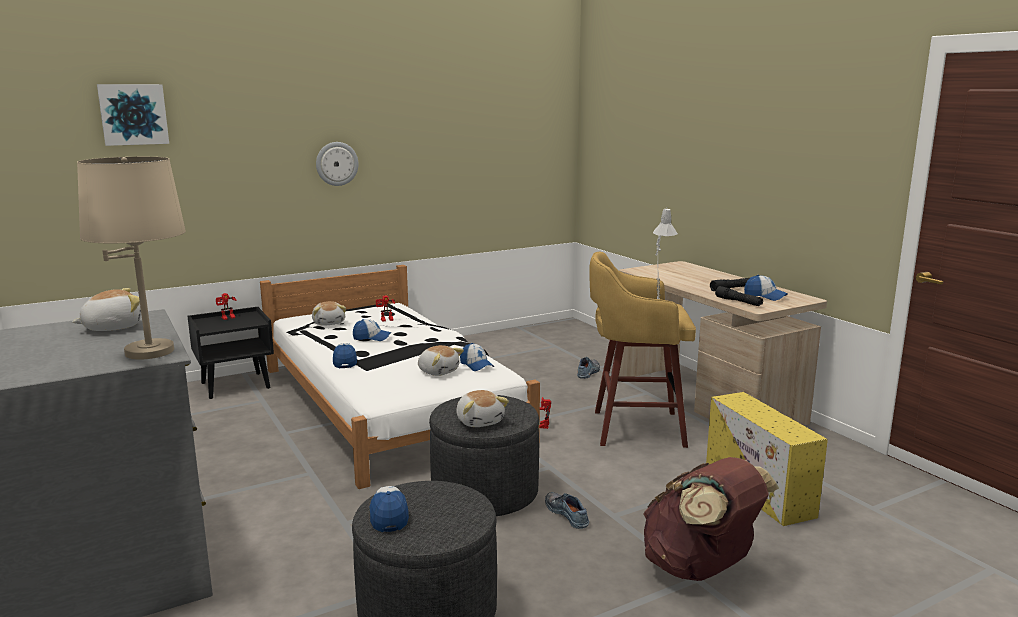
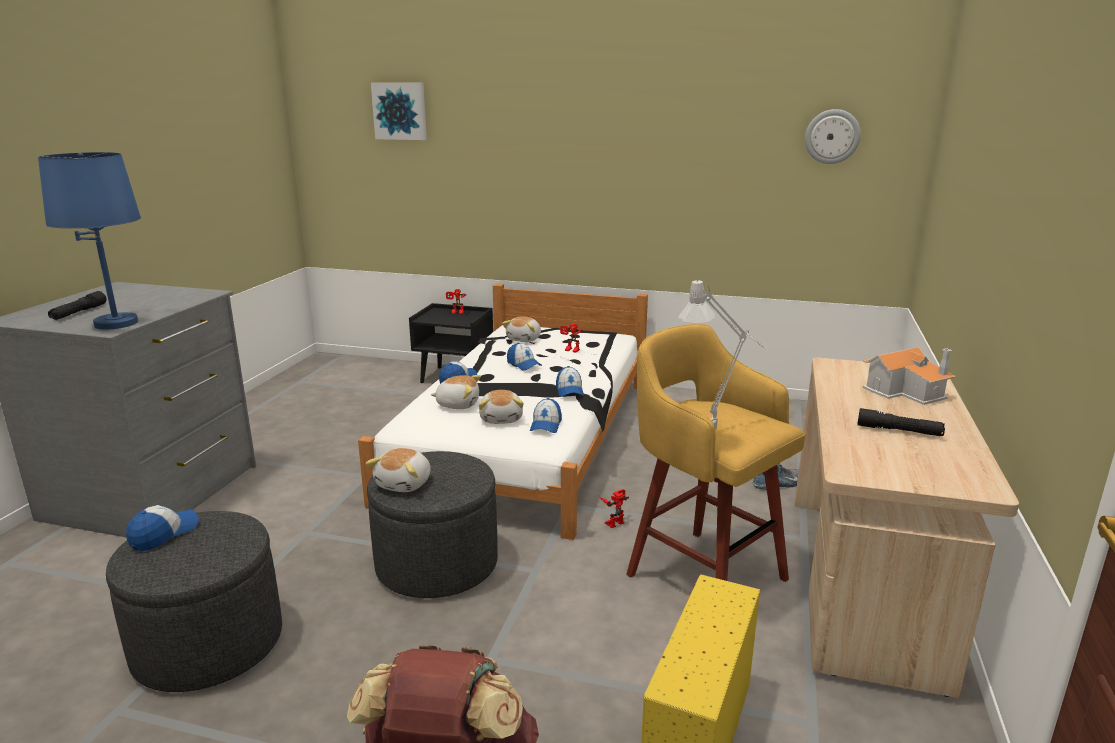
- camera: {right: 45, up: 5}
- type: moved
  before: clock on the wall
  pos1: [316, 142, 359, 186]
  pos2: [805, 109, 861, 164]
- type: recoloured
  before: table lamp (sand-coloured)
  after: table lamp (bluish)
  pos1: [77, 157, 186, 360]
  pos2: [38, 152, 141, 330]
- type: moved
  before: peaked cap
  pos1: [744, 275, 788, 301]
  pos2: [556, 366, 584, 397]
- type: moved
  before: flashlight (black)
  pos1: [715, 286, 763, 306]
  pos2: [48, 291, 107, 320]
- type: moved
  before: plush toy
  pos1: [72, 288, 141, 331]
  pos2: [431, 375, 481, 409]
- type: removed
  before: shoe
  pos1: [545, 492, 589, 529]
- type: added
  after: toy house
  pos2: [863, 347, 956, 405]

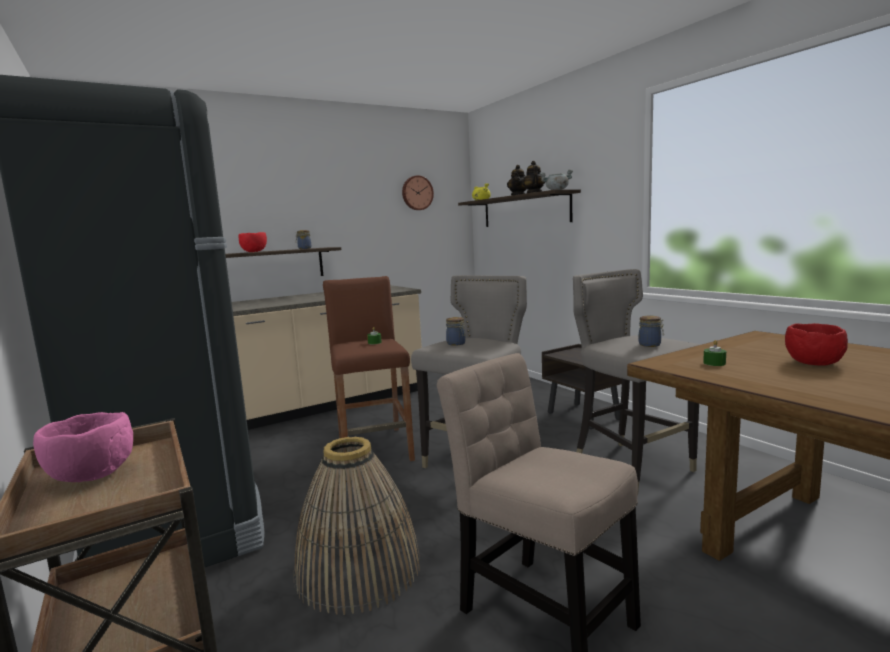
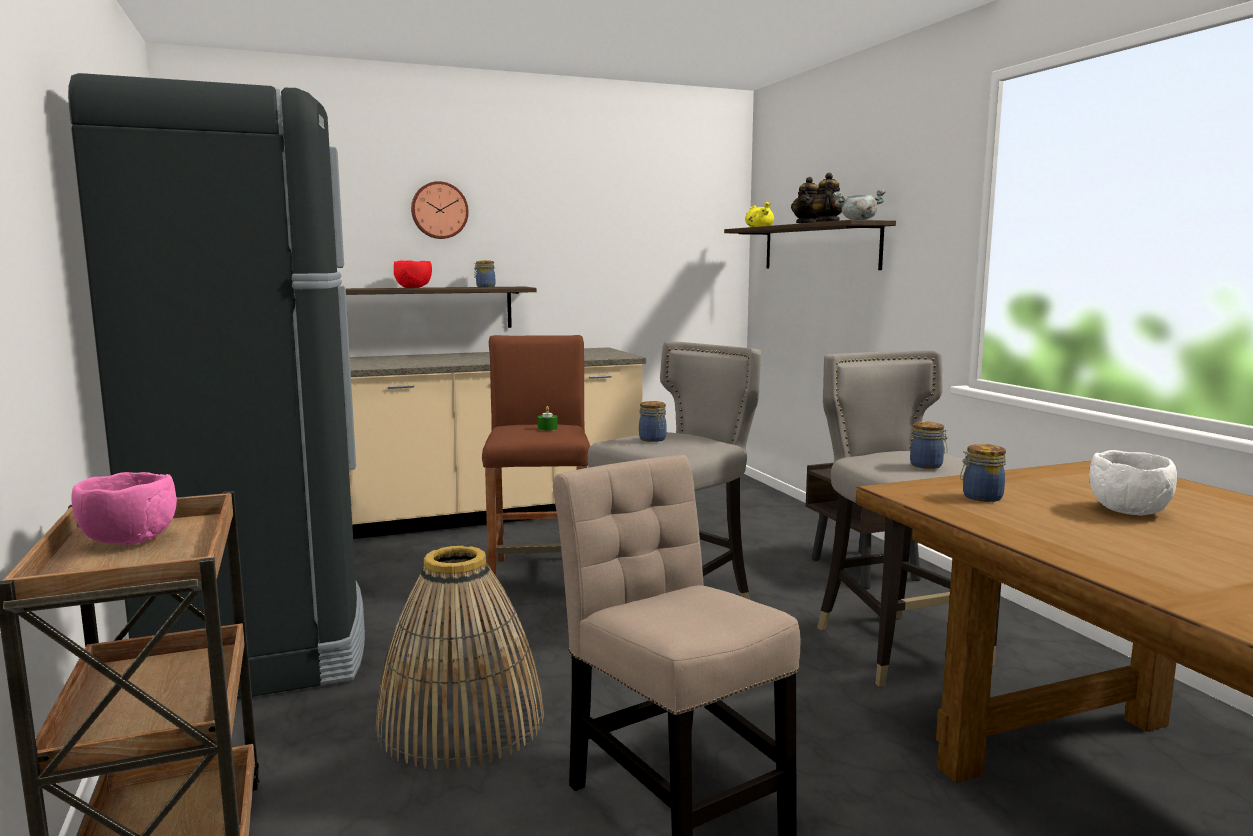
- camera: {right: 10, up: 0}
- type: moved
  before: clock on the wall
  pos1: [402, 175, 434, 210]
  pos2: [411, 181, 469, 239]
- type: recoloured
  before: deep dish (red)
  after: deep dish (white-coloured)
  pos1: [785, 323, 848, 366]
  pos2: [1089, 450, 1177, 516]
- type: replaced
  before: candle (green-coloured)
  after: preserve jar
  pos1: [703, 340, 726, 366]
  pos2: [960, 444, 1006, 502]

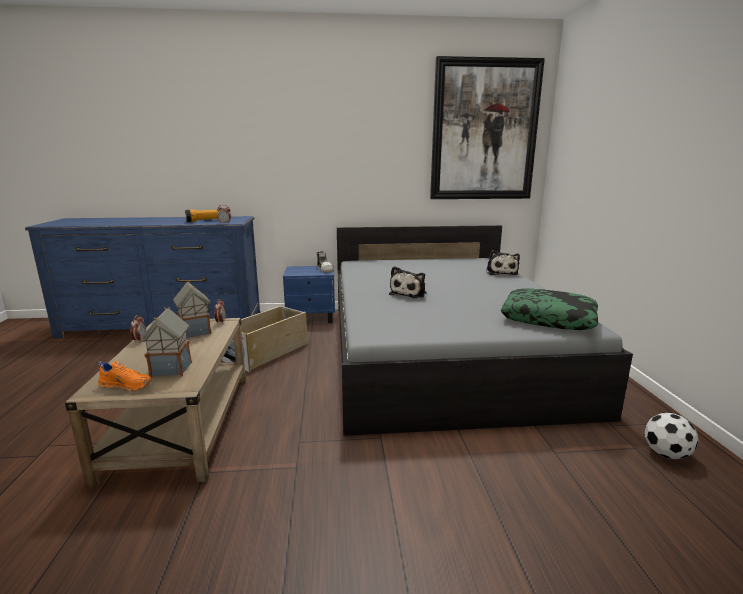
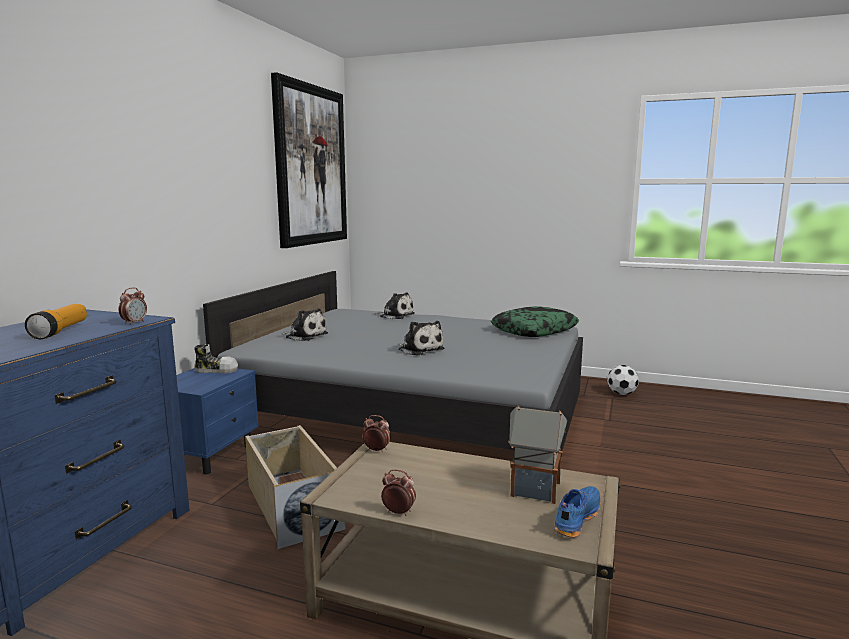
- camera: {right: -65, up: -5}
- type: removed
  before: toy house
  pos1: [173, 281, 211, 338]
- type: recoloured
  before: shoe (orange)
  after: shoe (bluish)
  pos1: [97, 361, 152, 391]
  pos2: [554, 486, 601, 538]
- type: added
  after: plush toy
  pos2: [282, 309, 328, 341]

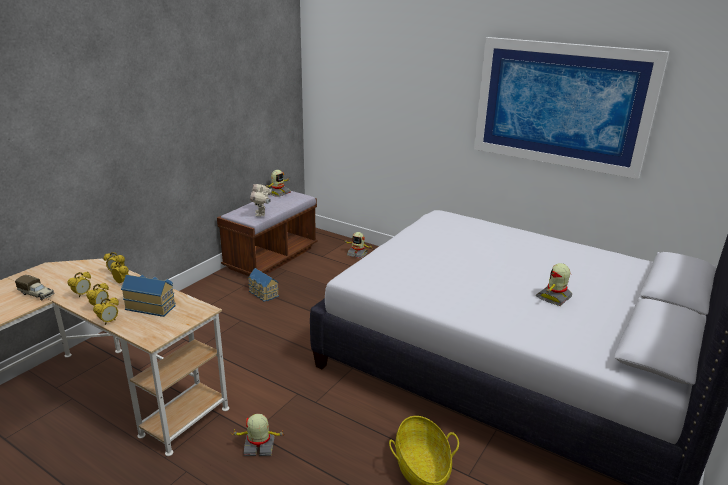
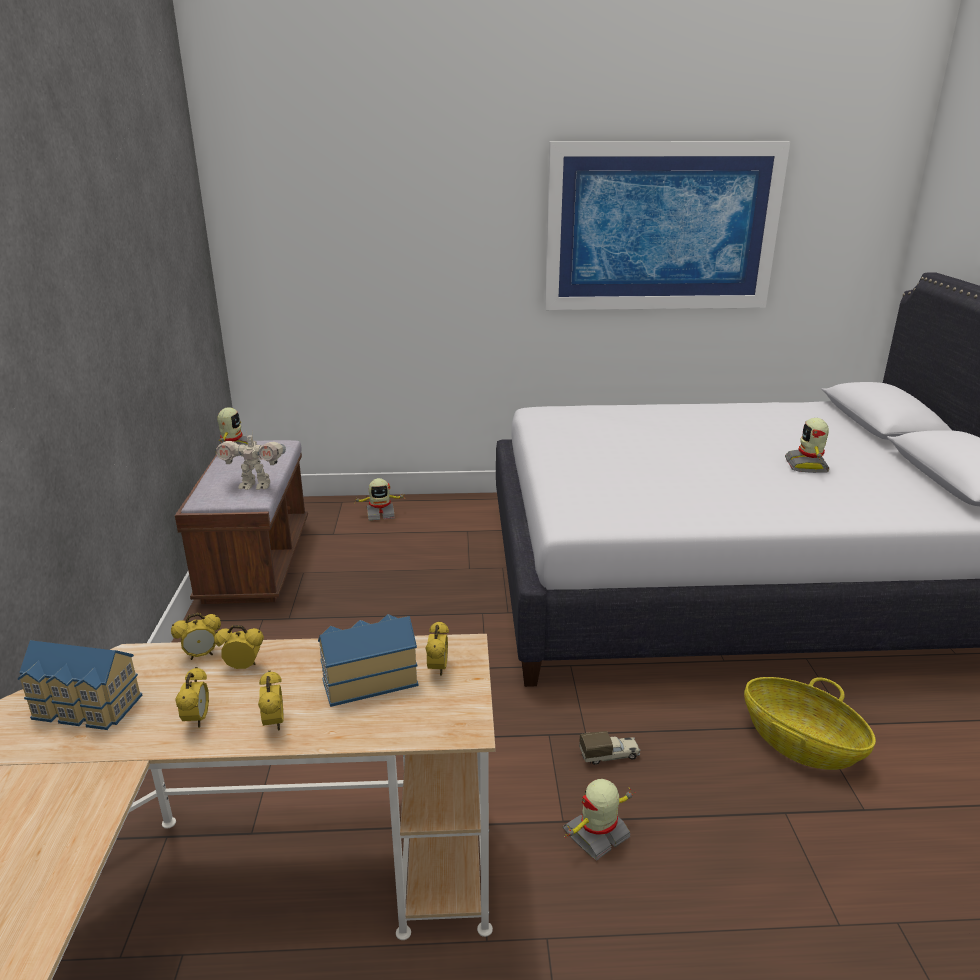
- camera: {right: -35, up: 0}
- type: turned
  before: model robot
  pos1: [250, 184, 272, 217]
  pos2: [216, 430, 286, 490]
  turn: -45
- type: moved
  before: toy house
  pos1: [248, 268, 279, 302]
  pos2: [18, 640, 142, 730]
- type: moved
  before: model truck
  pos1: [15, 275, 54, 301]
  pos2: [579, 731, 640, 765]
- type: moved
  before: bedside clock
  pos1: [93, 298, 119, 325]
  pos2: [426, 621, 449, 676]

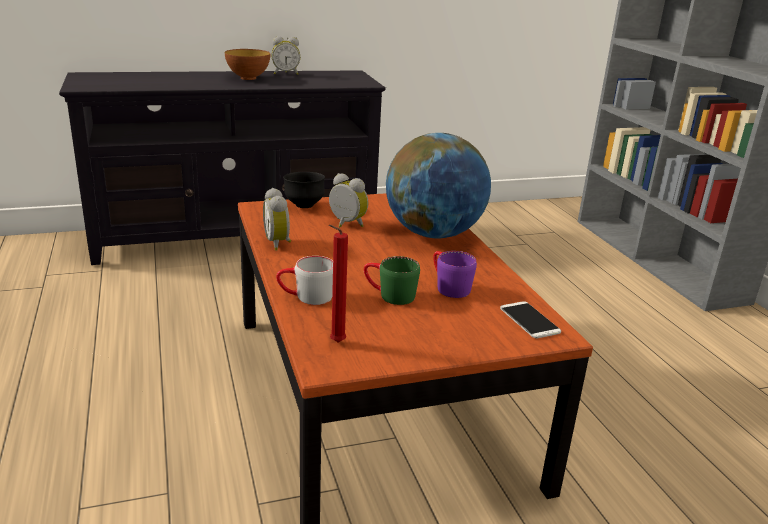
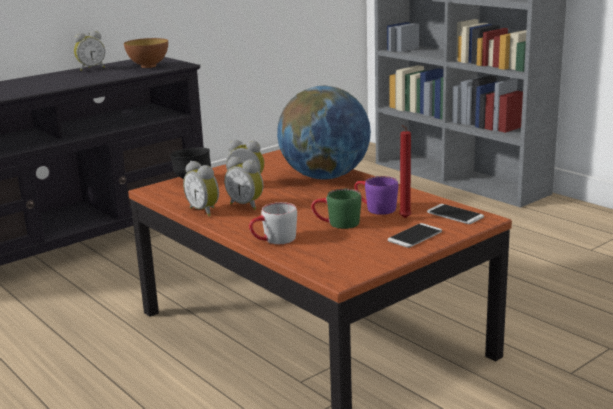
- camera: {right: -20, up: -5}
- type: moved
  before: deep dish
  pos1: [225, 49, 270, 80]
  pos2: [124, 38, 168, 68]
- type: moved
  before: candle (red)
  pos1: [329, 225, 348, 342]
  pos2: [399, 125, 411, 218]
- type: added
  after: bedside clock
  pos2: [224, 157, 263, 210]
- type: added
  after: telephone
  pos2: [388, 223, 442, 248]

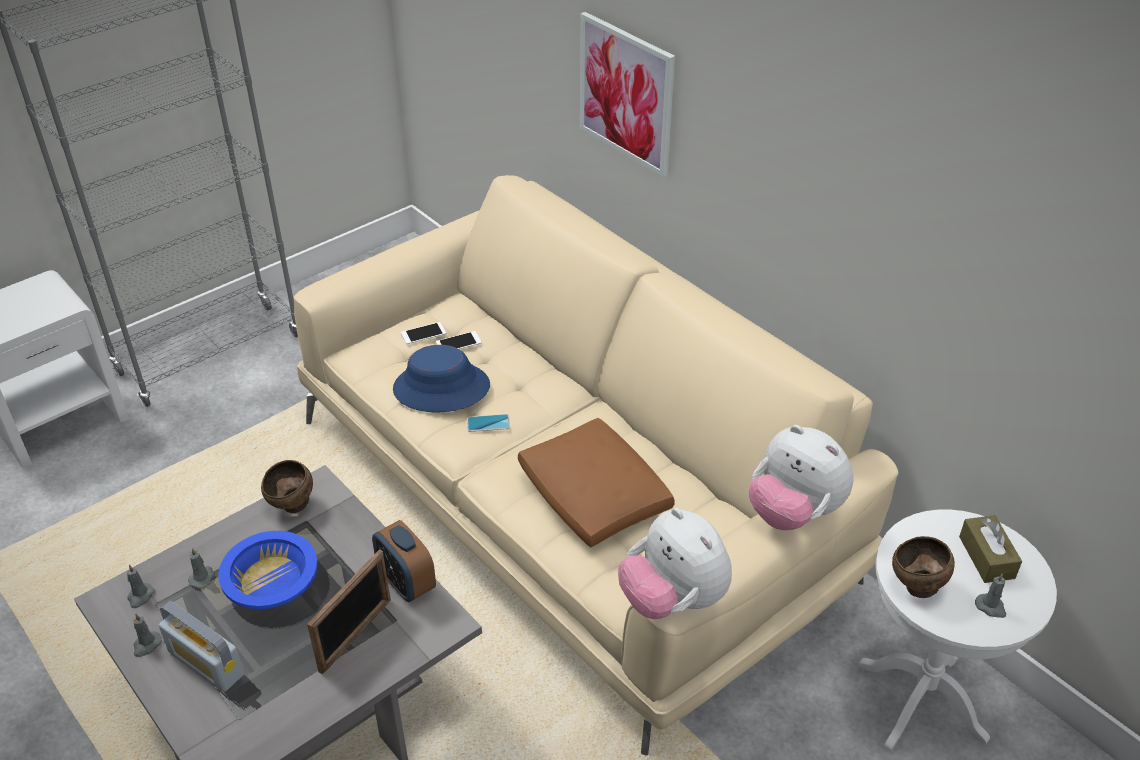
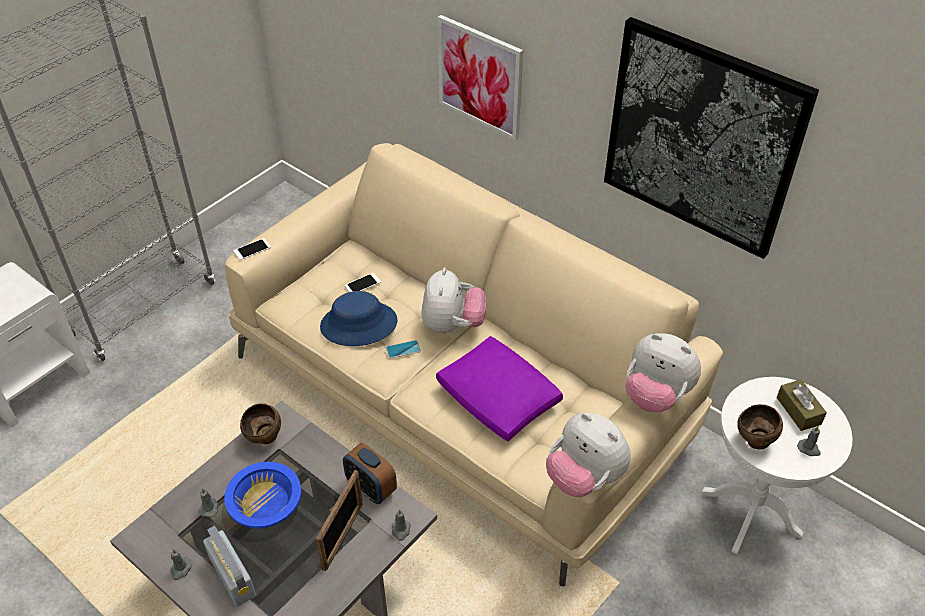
- camera: {right: -10, up: 5}
- type: moved
  before: telephone
  pos1: [401, 322, 446, 344]
  pos2: [233, 238, 271, 260]
- type: recoloured
  before: pillow (brown)
  after: pillow (purple-coloured)
  pos1: [518, 418, 675, 547]
  pos2: [436, 336, 563, 441]
- type: moved
  before: candle (grey)
  pos1: [127, 565, 155, 608]
  pos2: [392, 509, 411, 541]
- type: turned
  before: radio set
  pos1: [159, 601, 244, 692]
  pos2: [203, 526, 256, 607]
  turn: -150
- type: added
  after: wall art
  pos2: [604, 17, 819, 259]
- type: added
  after: plush toy
  pos2: [421, 268, 486, 334]

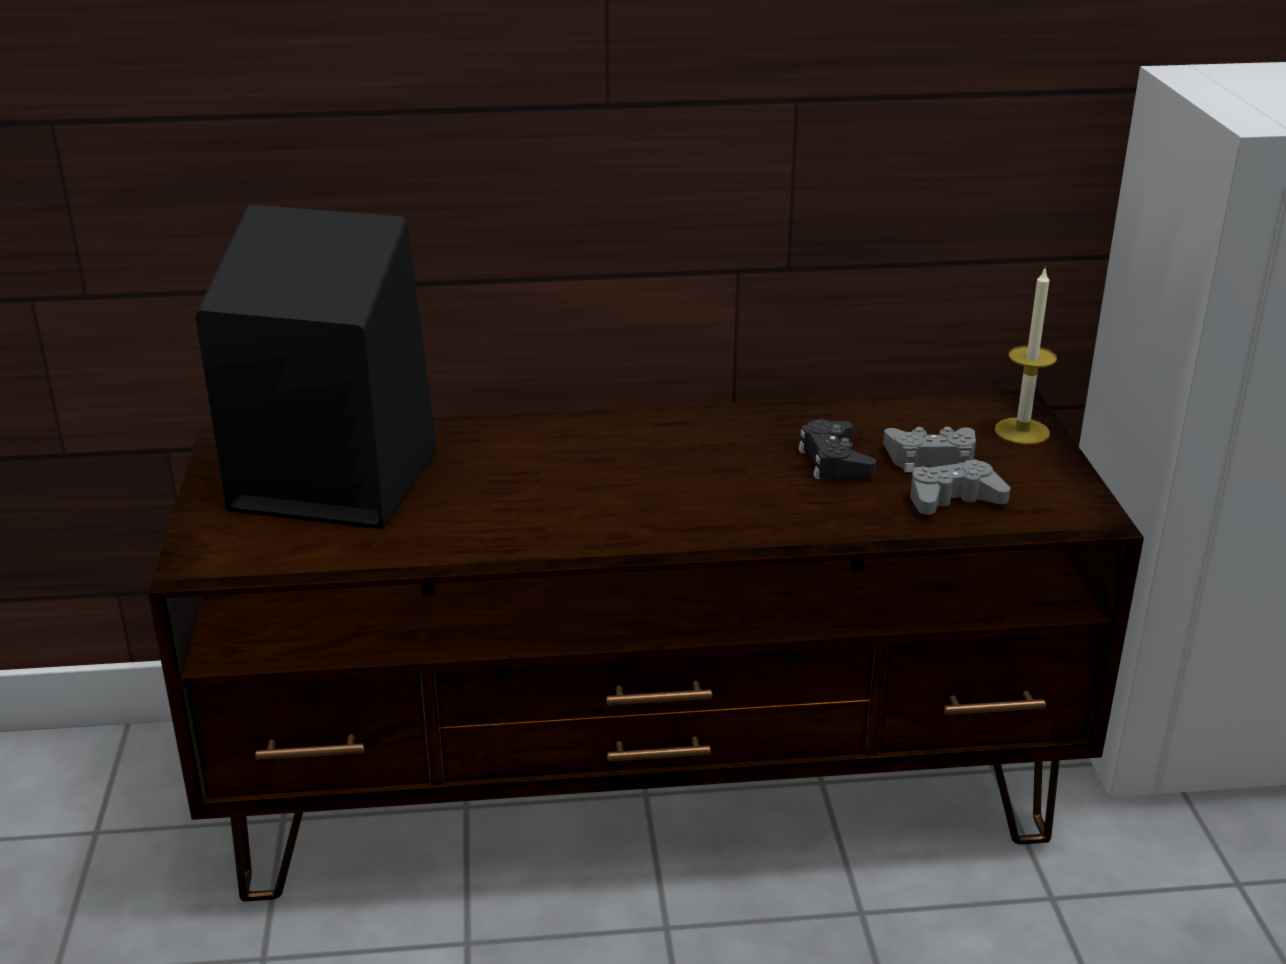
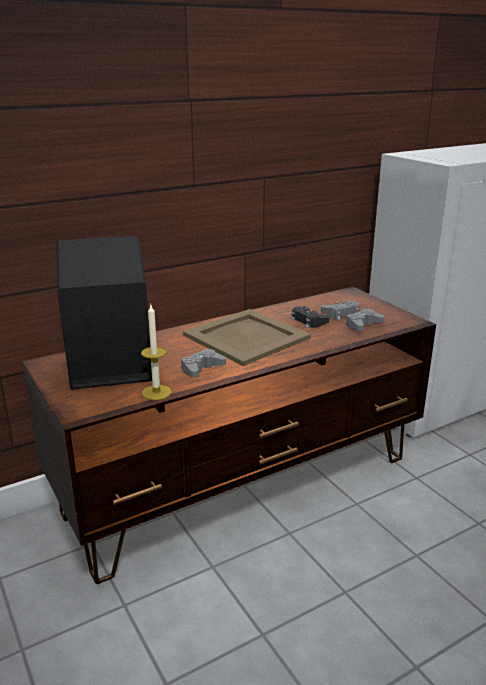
- camera: {right: -25, up: -5}
- type: moved
  before: candle
  pos1: [995, 266, 1057, 445]
  pos2: [141, 305, 171, 400]
- type: added
  after: carrying tray (sand-coloured)
  pos2: [183, 309, 311, 366]
- type: added
  after: game controller (grey)
  pos2: [181, 349, 226, 378]

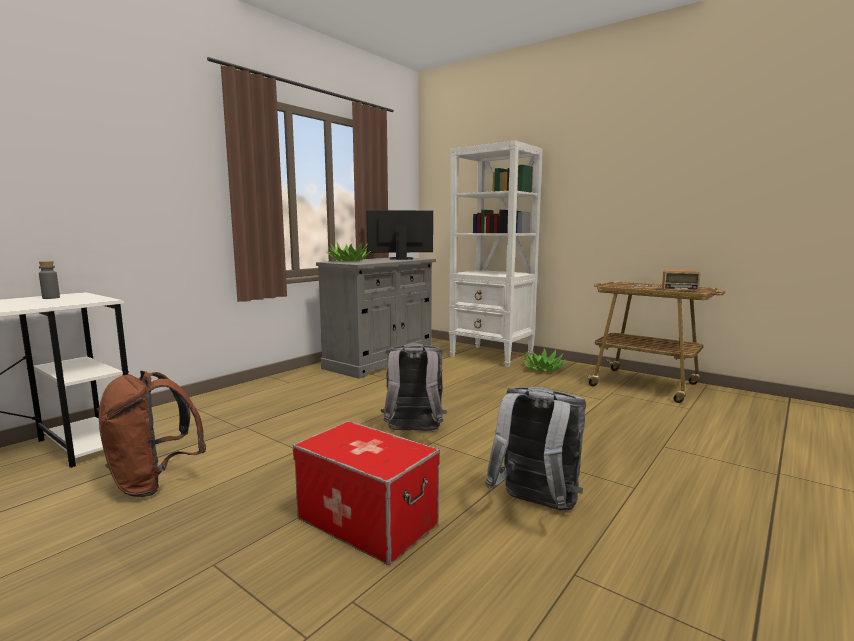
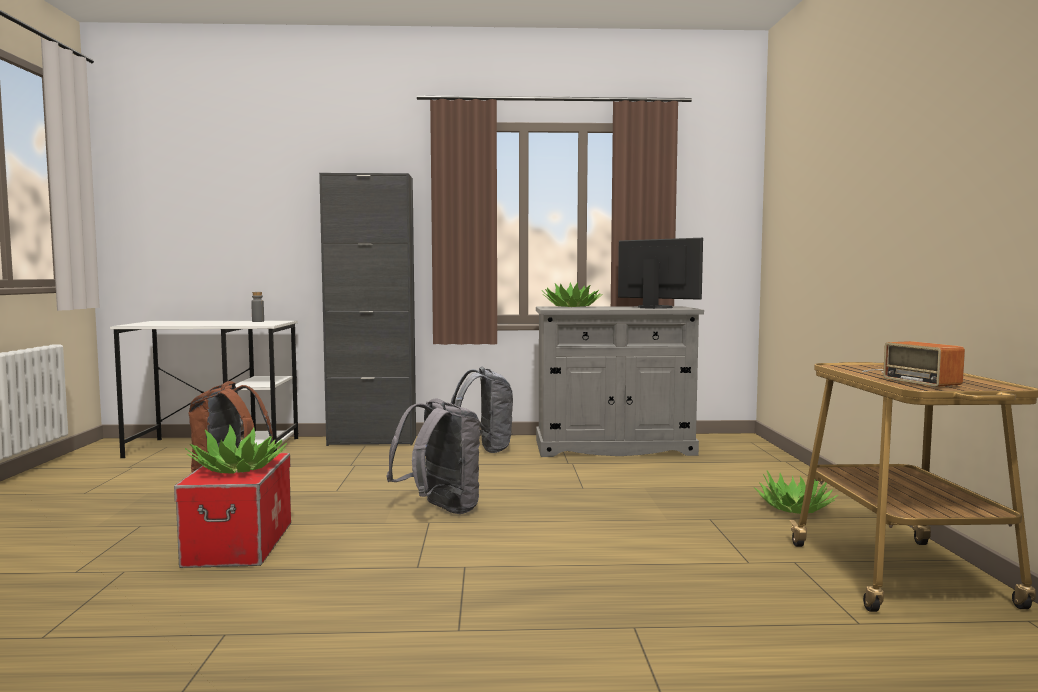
- camera: {right: 50, up: -5}
- type: removed
  before: shelving unit (white-coloured)
  pos1: [449, 140, 543, 367]
- type: moved
  before: rucksack (grey)
  pos1: [485, 386, 586, 511]
  pos2: [451, 366, 513, 453]
- type: added
  after: cabinet (black)
  pos2: [319, 173, 416, 446]
- type: added
  after: houseplant
  pos2: [185, 424, 287, 474]

